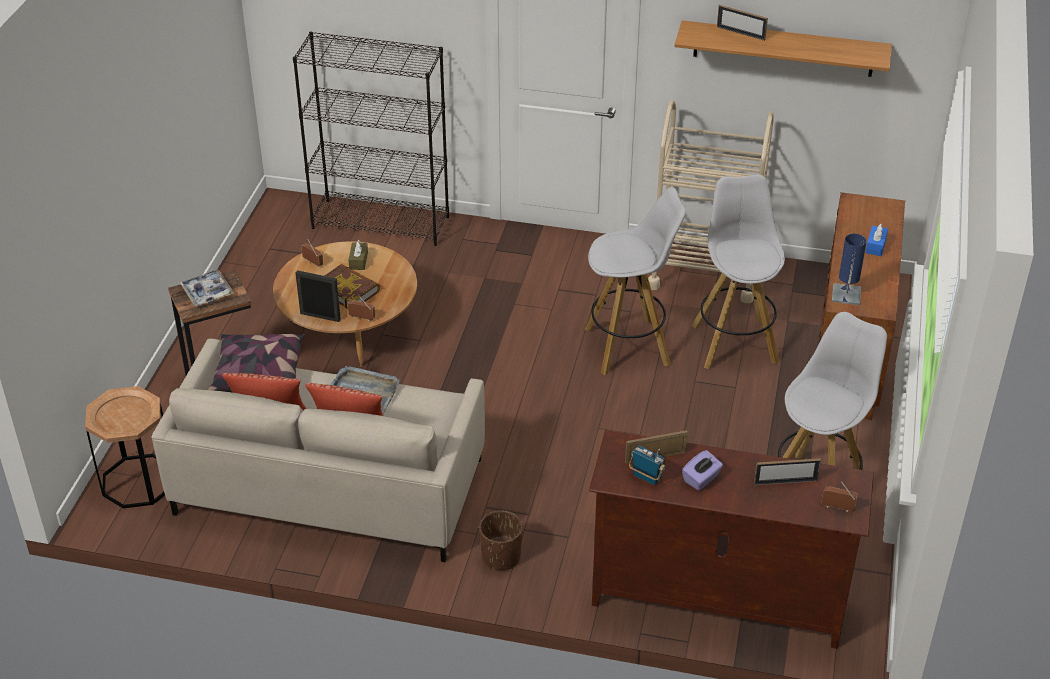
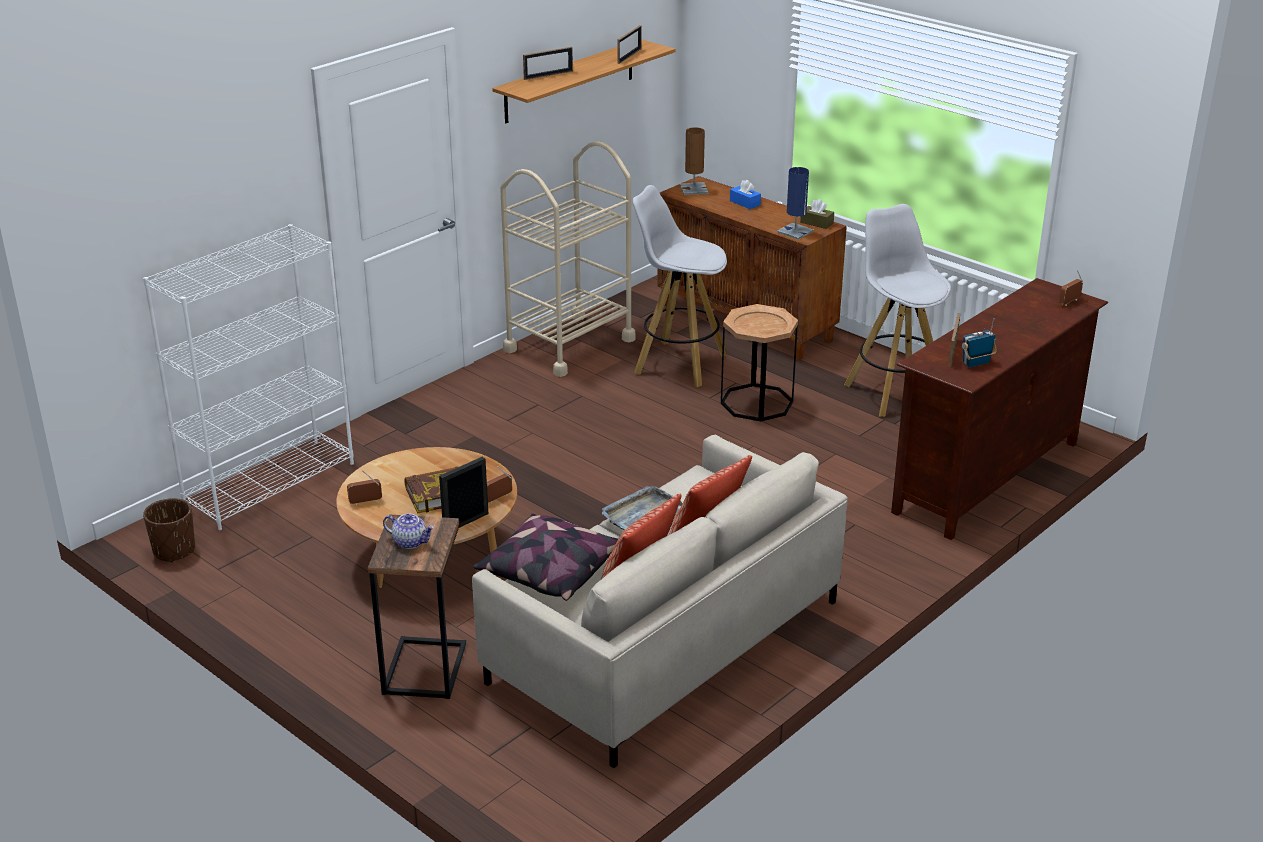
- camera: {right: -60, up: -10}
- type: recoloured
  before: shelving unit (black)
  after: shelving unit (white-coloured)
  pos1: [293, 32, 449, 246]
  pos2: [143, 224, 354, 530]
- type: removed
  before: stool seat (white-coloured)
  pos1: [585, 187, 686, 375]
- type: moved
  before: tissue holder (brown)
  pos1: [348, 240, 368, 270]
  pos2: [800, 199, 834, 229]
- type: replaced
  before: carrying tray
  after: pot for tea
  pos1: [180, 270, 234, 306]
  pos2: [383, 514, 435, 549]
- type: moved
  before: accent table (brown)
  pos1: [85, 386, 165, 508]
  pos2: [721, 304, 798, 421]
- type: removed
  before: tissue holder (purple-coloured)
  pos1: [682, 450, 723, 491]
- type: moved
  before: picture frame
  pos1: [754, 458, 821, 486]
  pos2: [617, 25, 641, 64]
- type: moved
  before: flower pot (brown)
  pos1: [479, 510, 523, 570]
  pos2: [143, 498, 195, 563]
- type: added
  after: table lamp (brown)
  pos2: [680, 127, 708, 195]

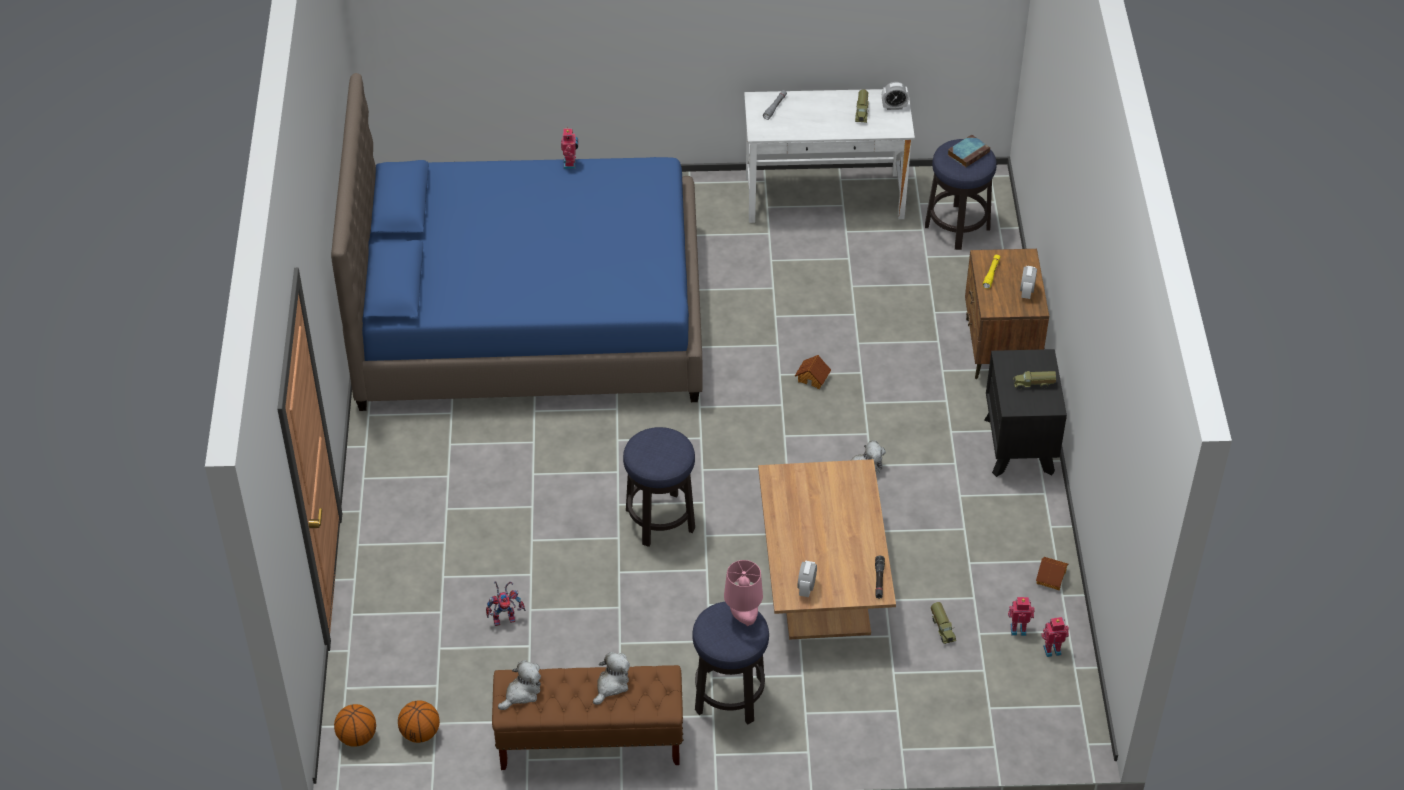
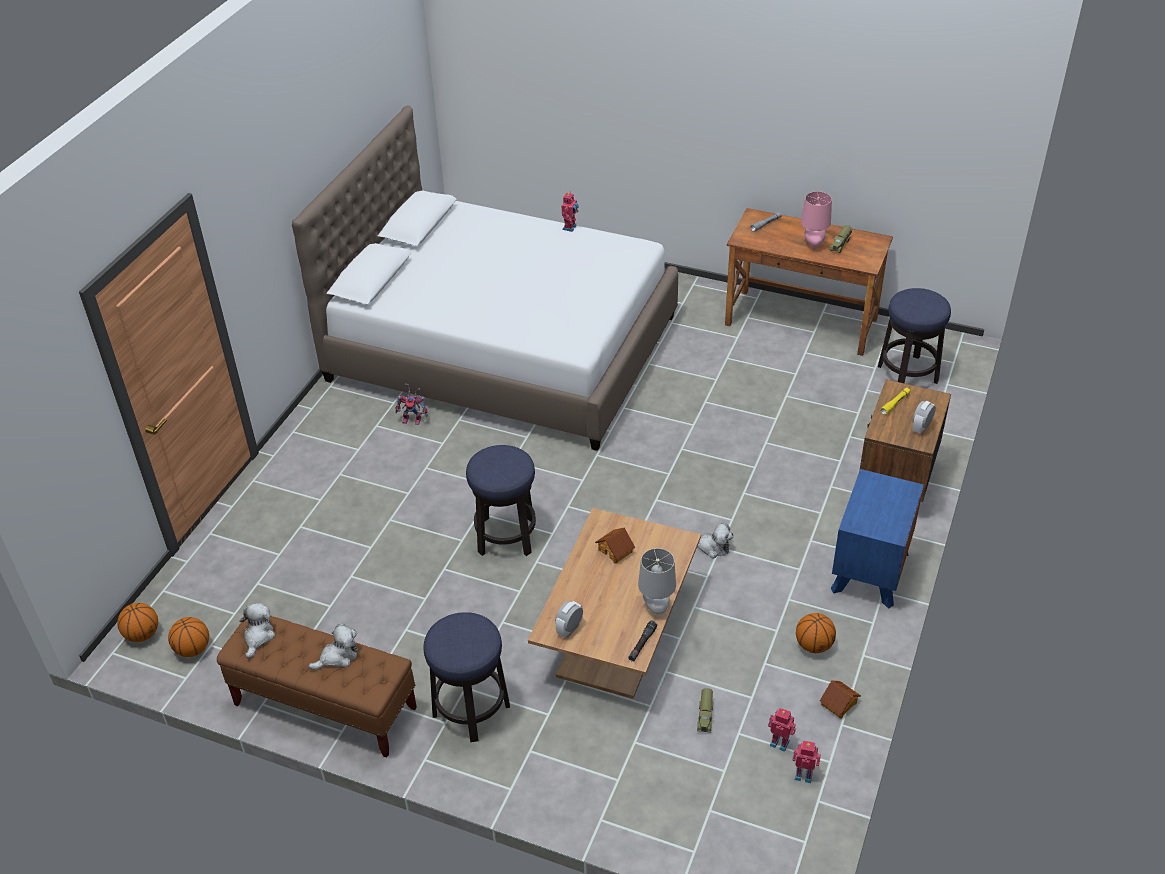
- camera: {right: 25, up: -5}
- type: recoloured
  before: sleeping bed (bluish)
  after: sleeping bed (white-coloured)
  pos1: [331, 73, 702, 411]
  pos2: [292, 105, 678, 451]
- type: removed
  before: bedside clock
  pos1: [882, 82, 909, 110]
- type: recoloured
  before: desk unit (white-coloured)
  after: desk unit (brown)
  pos1: [744, 89, 915, 223]
  pos2: [725, 208, 893, 356]
- type: removed
  before: bound book
  pos1: [948, 134, 990, 168]
- type: recoloured
  before: night table (black)
  after: night table (bluish)
  pos1: [984, 349, 1067, 477]
  pos2: [831, 469, 924, 609]
- type: moved
  before: toy house
  pos1: [795, 355, 831, 389]
  pos2: [595, 527, 635, 564]
- type: removed
  before: model truck
  pos1: [1013, 371, 1056, 389]
- type: moved
  before: table lamp (pinkish)
  pos1: [724, 560, 763, 626]
  pos2: [801, 191, 832, 250]
- type: moved
  before: model robot
  pos1: [486, 581, 526, 626]
  pos2: [395, 383, 428, 425]
- type: turned
  before: plush toy
  pos1: [498, 660, 541, 710]
  pos2: [239, 603, 275, 659]
  turn: -60
- type: added
  after: table lamp (grey)
  pos2: [638, 548, 676, 614]
- type: added
  after: basketball
  pos2: [796, 613, 836, 653]

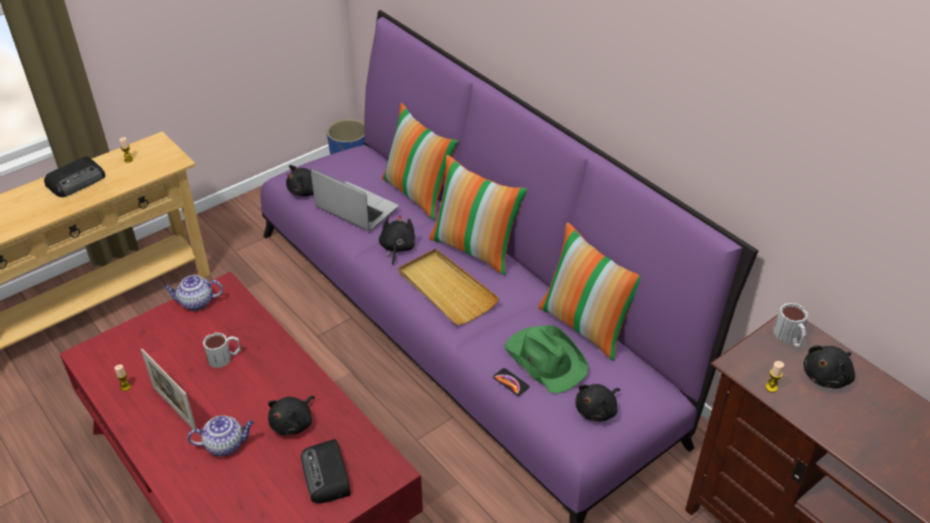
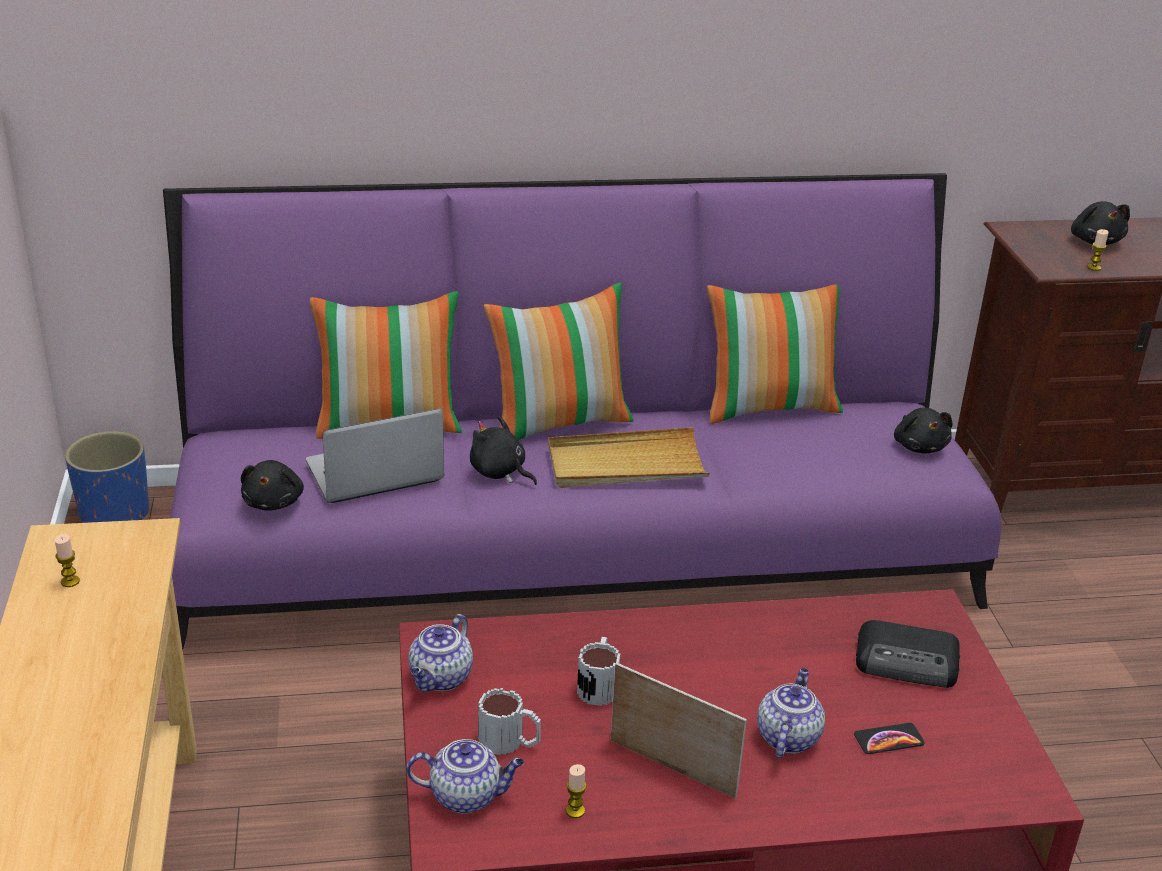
- camera: {right: -60, up: -10}
- type: removed
  before: radio set
  pos1: [44, 156, 105, 197]
- type: moved
  before: coffee mug
  pos1: [773, 303, 808, 348]
  pos2: [478, 688, 541, 755]
- type: removed
  before: clothing hat (green-coloured)
  pos1: [504, 325, 589, 394]
- type: turned
  before: picture frame
  pos1: [141, 349, 197, 429]
  pos2: [610, 662, 747, 799]
  turn: -135
- type: moved
  before: telephone
  pos1: [493, 368, 530, 396]
  pos2: [854, 723, 925, 754]
- type: removed
  before: plush toy (black)
  pos1: [268, 396, 315, 435]
- type: added
  after: pot for tea
  pos2: [407, 739, 524, 813]

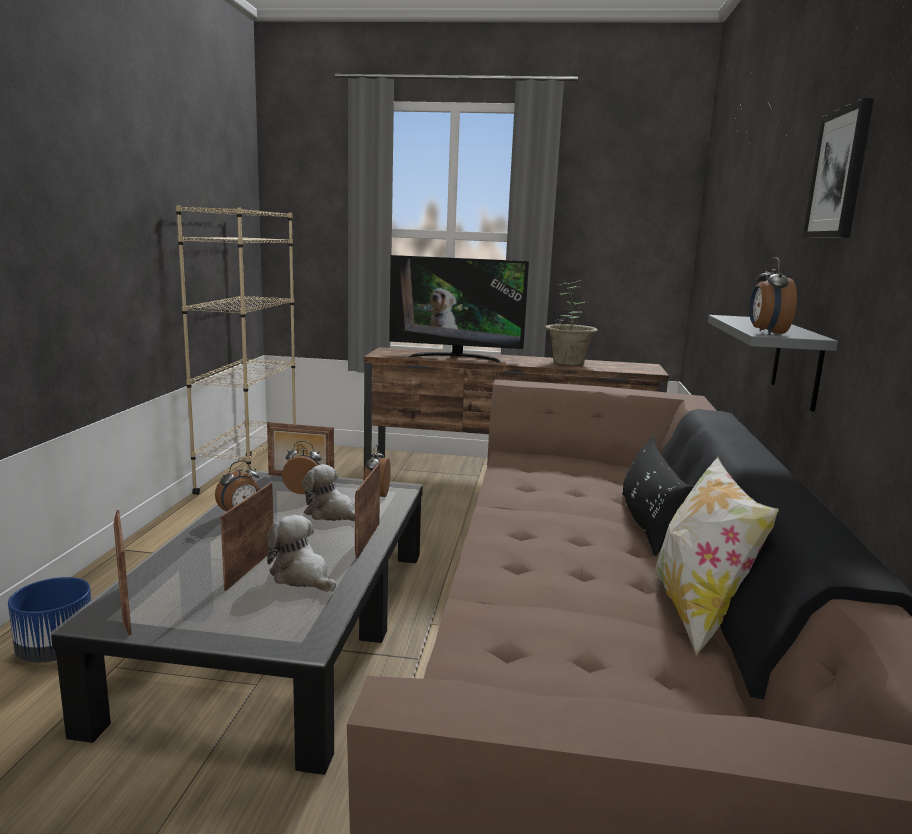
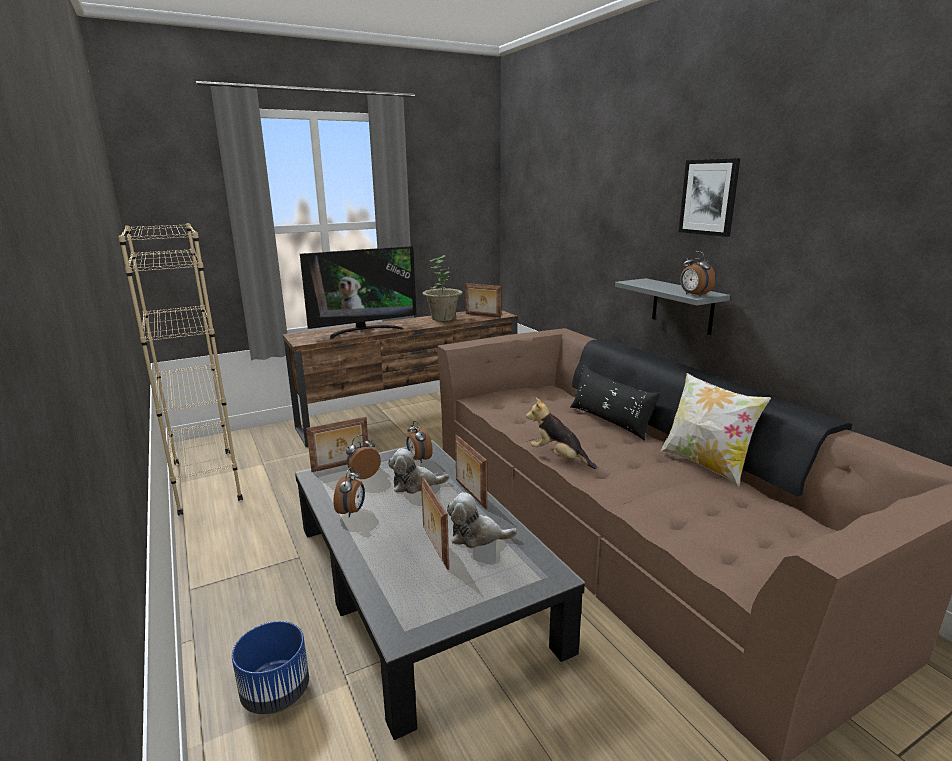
- camera: {right: -35, up: 5}
- type: moved
  before: picture frame
  pos1: [113, 510, 132, 635]
  pos2: [465, 283, 501, 318]
- type: added
  after: plush toy
  pos2: [526, 398, 597, 469]

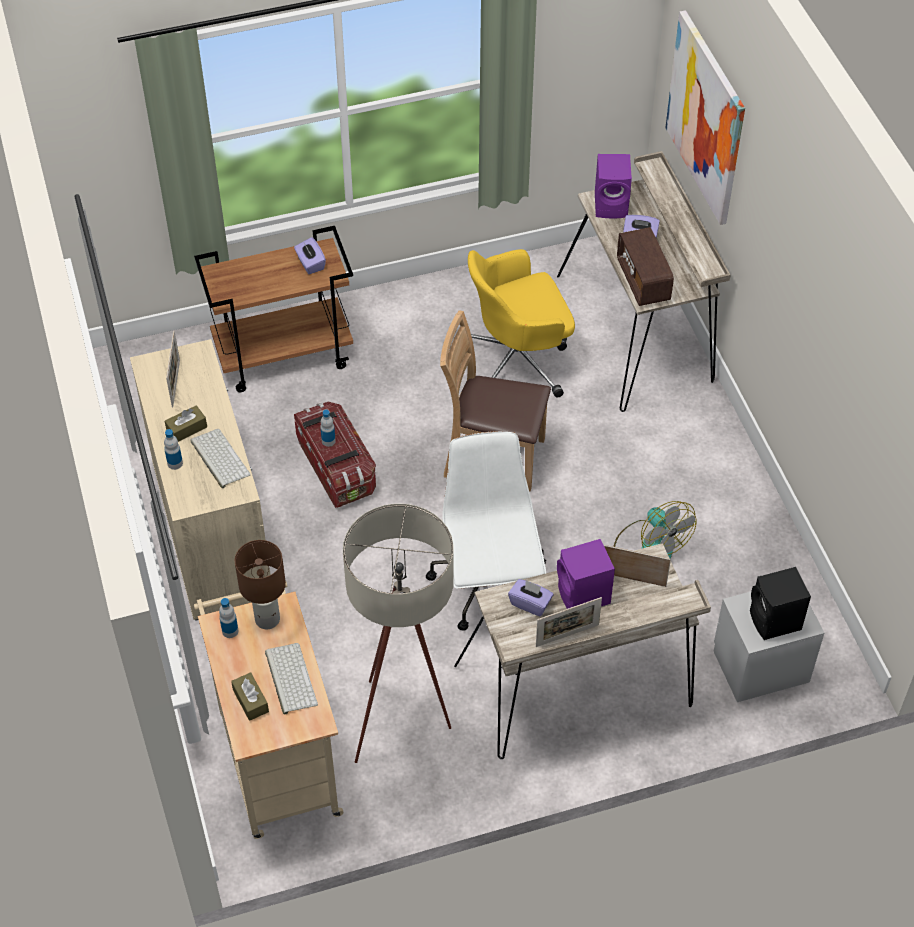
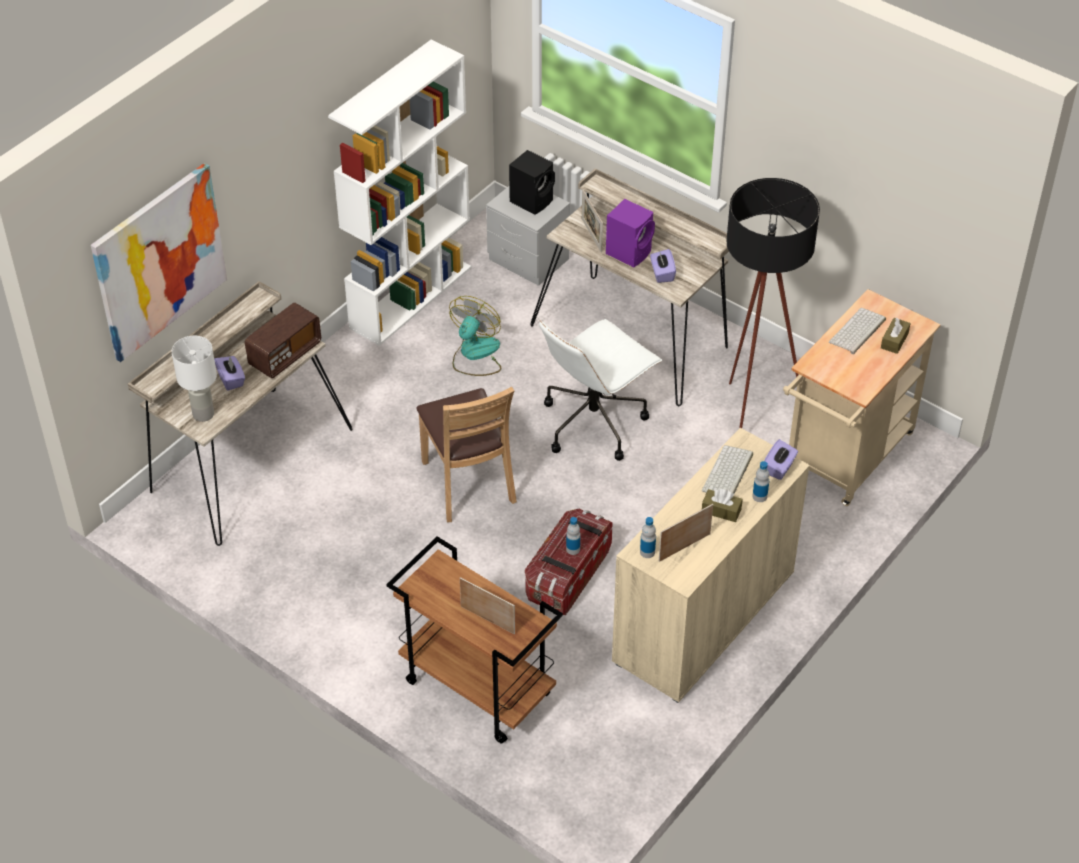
- camera: {right: -125, up: -5}
- type: replaced
  before: audio speaker (purple-coloured)
  after: table lamp (white-coloured)
  pos1: [595, 154, 632, 218]
  pos2: [171, 336, 217, 422]
- type: moved
  before: tissue holder (purple-coloured)
  pos1: [294, 237, 326, 274]
  pos2: [764, 439, 798, 480]
- type: removed
  before: office chair (yellowish)
  pos1: [468, 249, 575, 398]
- type: recoloured
  before: standard lamp (sand-coloured)
  after: standard lamp (black)
  pos1: [343, 504, 454, 763]
  pos2: [726, 178, 820, 428]
- type: removed
  before: table lamp (brown)
  pos1: [235, 540, 286, 629]
- type: moved
  before: picture frame
  pos1: [536, 597, 602, 647]
  pos2: [460, 577, 515, 634]
- type: moved
  before: beverage bottle
  pos1: [219, 598, 239, 638]
  pos2: [640, 517, 656, 558]
- type: added
  after: shelving unit (white-coloured)
  pos2: [328, 40, 471, 346]

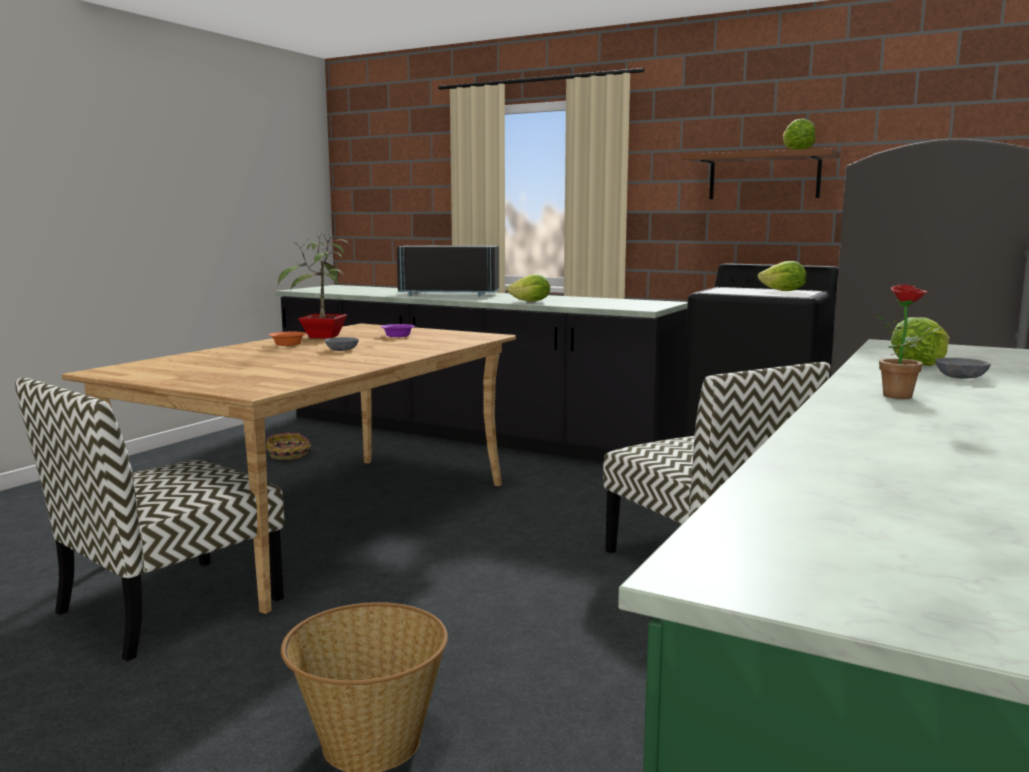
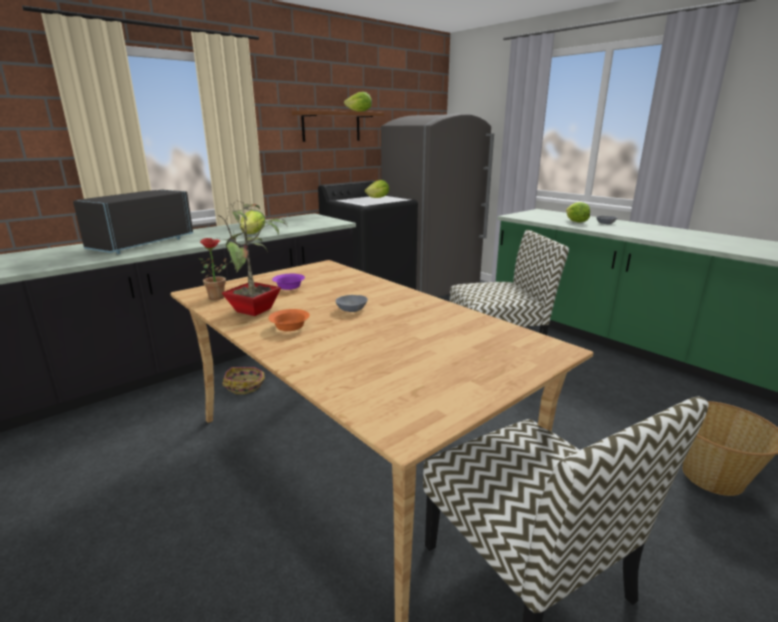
- camera: {right: -70, up: 10}
- type: moved
  before: houseplant
  pos1: [877, 284, 943, 399]
  pos2: [199, 238, 232, 300]
- type: moved
  before: household basket
  pos1: [267, 433, 316, 460]
  pos2: [222, 367, 265, 394]

